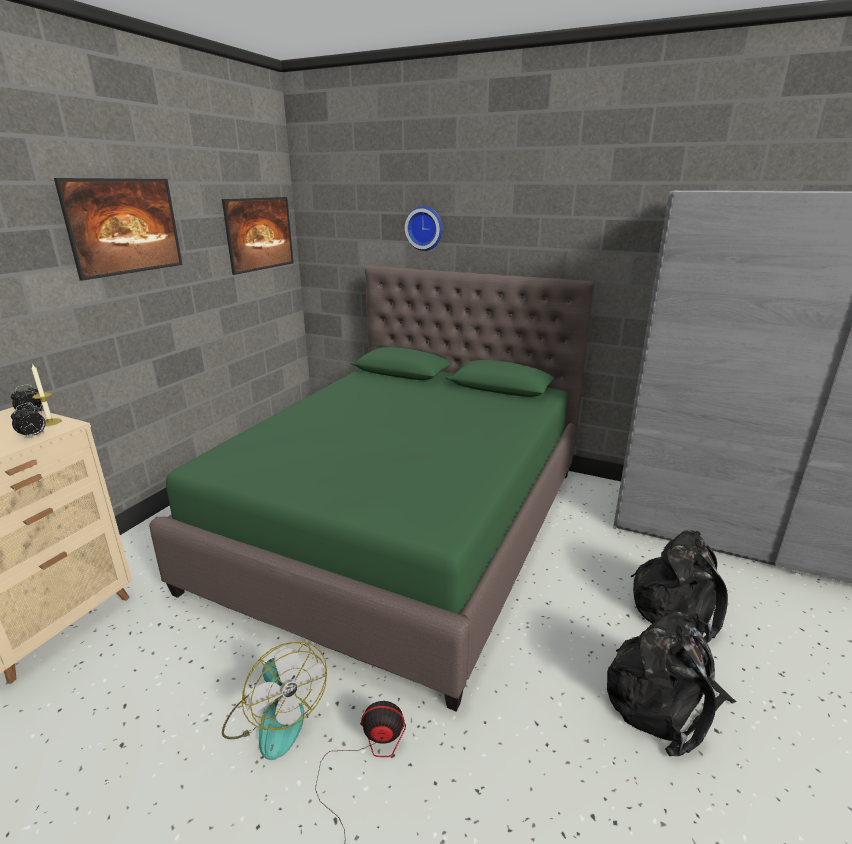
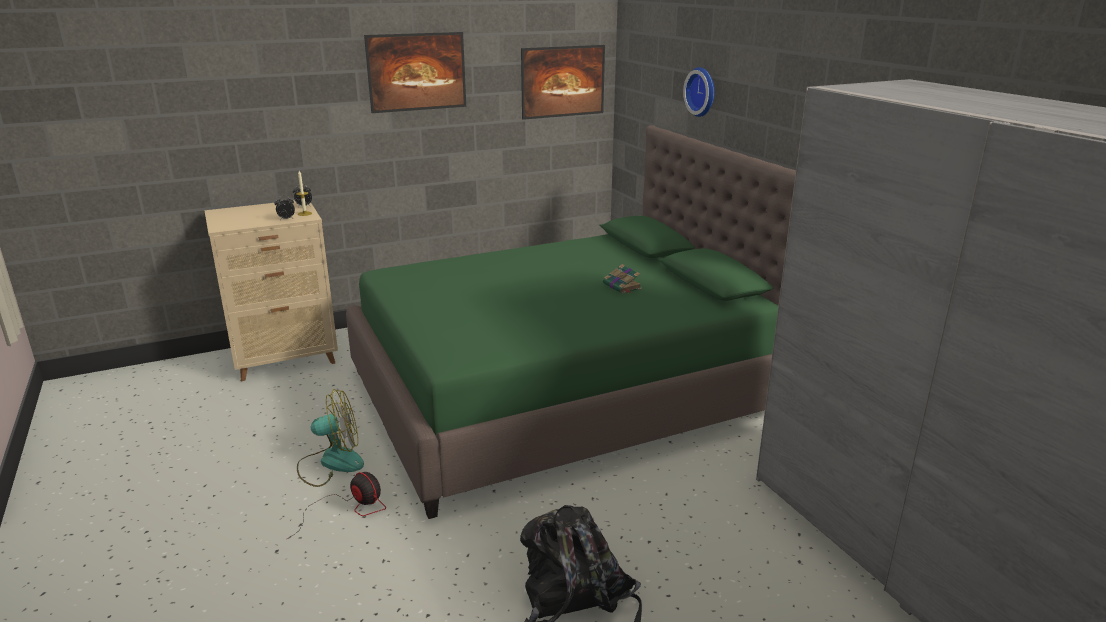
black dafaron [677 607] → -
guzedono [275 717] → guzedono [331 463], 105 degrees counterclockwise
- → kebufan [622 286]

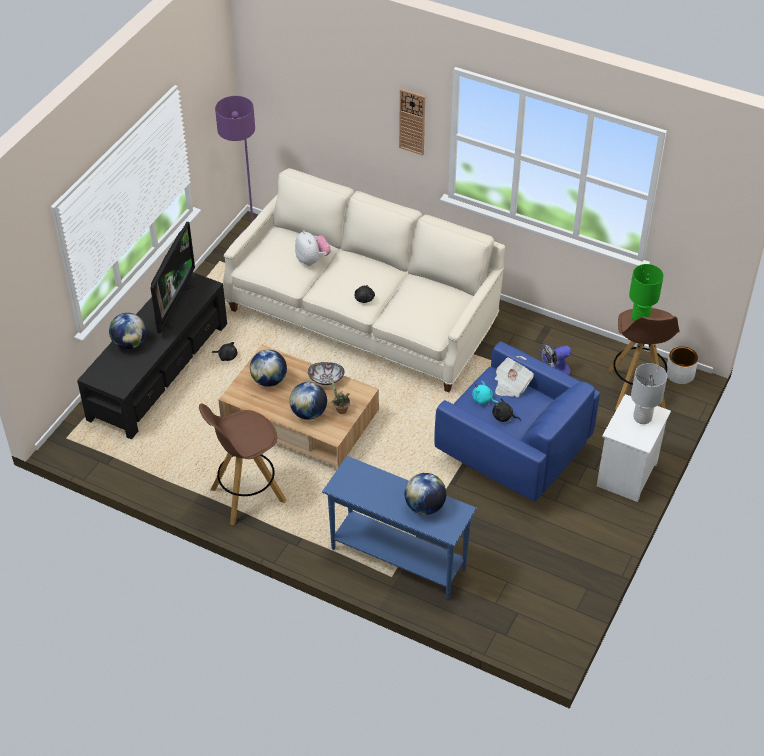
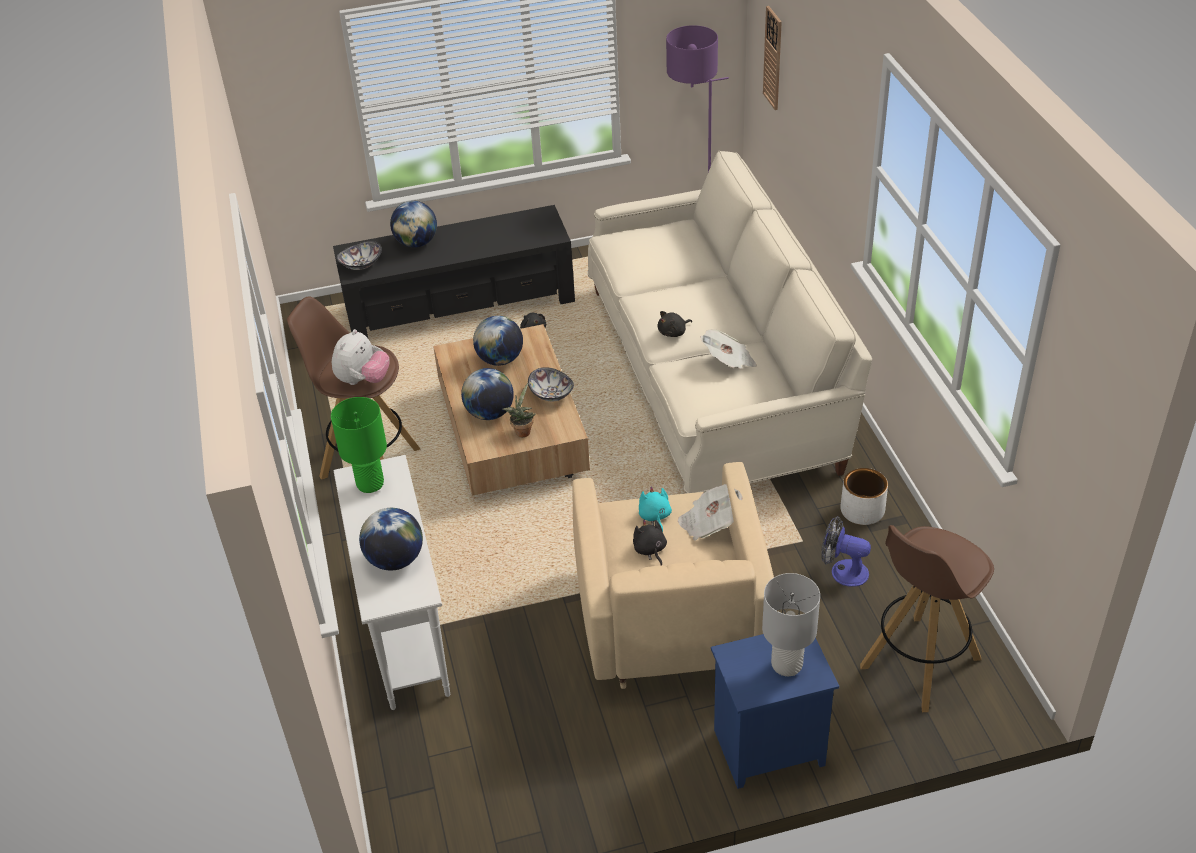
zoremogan [412 121] → zoremogan [773 58], move
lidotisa [173 305] → -
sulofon [312 260] → sulofon [363 380], move
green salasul [639 319] → green salasul [370 485], move
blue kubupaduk [513 453] → beige kubupaduk [671 620]
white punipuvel [680 374] → white punipuvel [862 510], move
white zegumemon [627 475] → blue zegumemon [768 749]
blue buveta [396 560] → white buveta [403 629]
- → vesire [361 264]
- → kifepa [729 361]

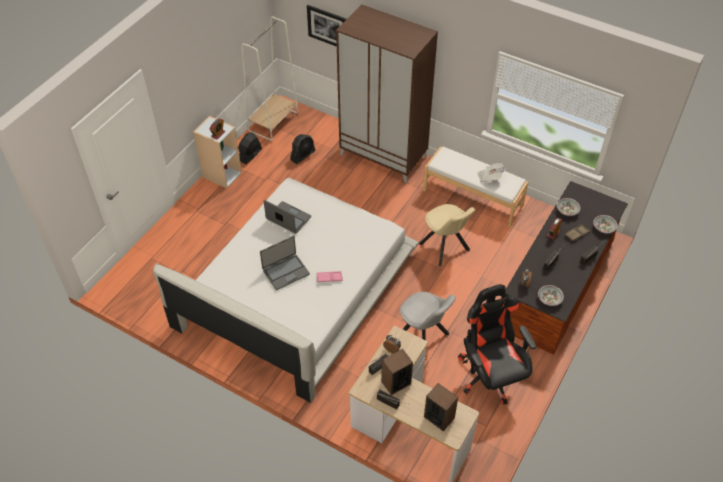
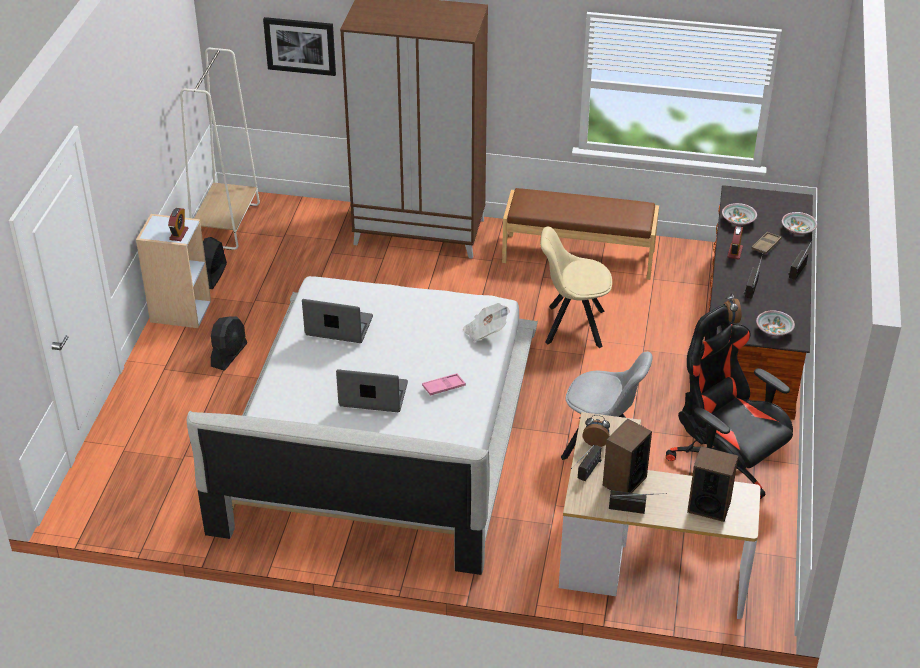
black guzedono [303 155] → black guzedono [229 355], move
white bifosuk [473 198] → brown bifosuk [578 255]
kifepa [490 177] → kifepa [485 331], move
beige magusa [445 247] → beige magusa [572 326], 150 degrees clockwise
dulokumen [285 272] → dulokumen [373 395], 120 degrees counterclockwise

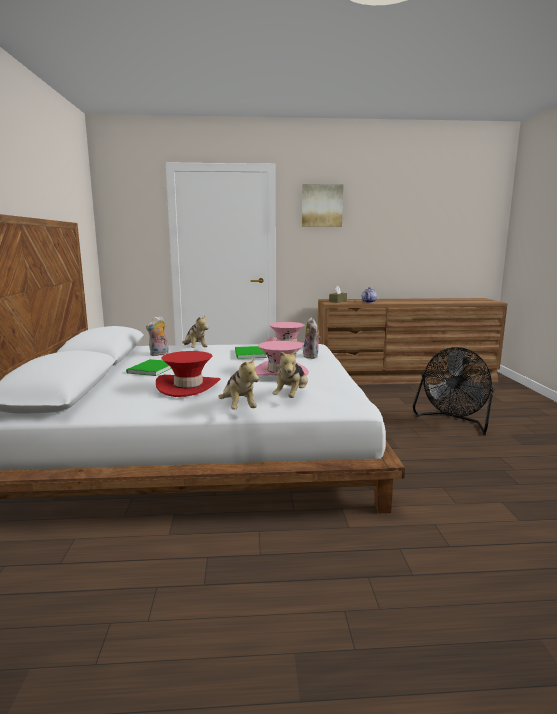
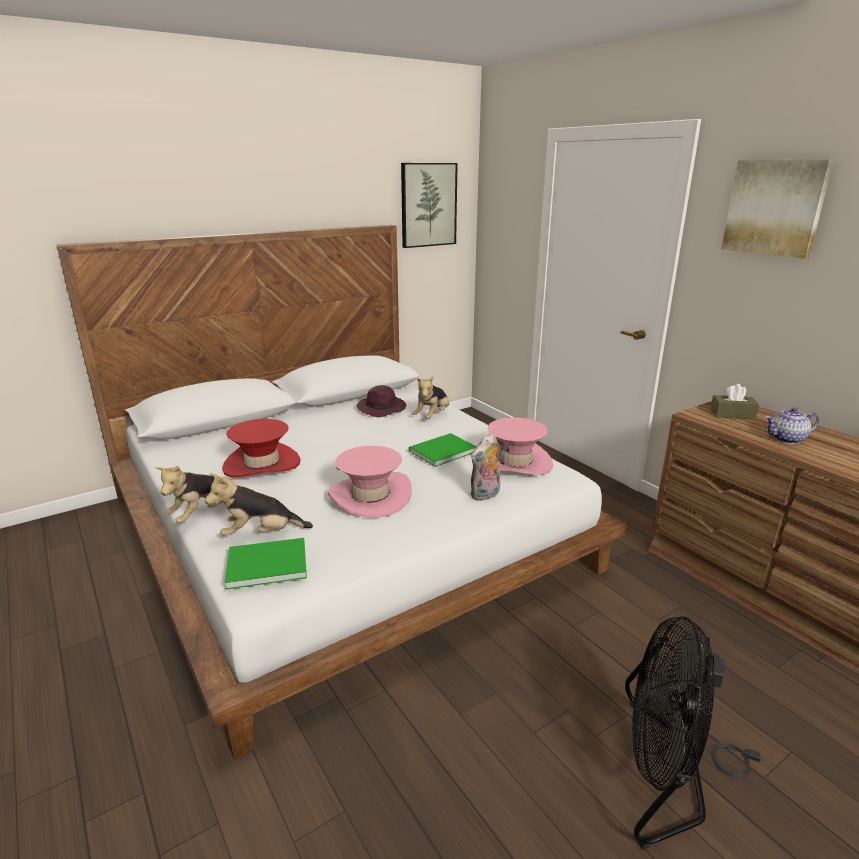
sulofon [159 354] → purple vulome [382 409]
green kebufan [151 369] → green kebufan [264 564], move
- → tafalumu [428 205]

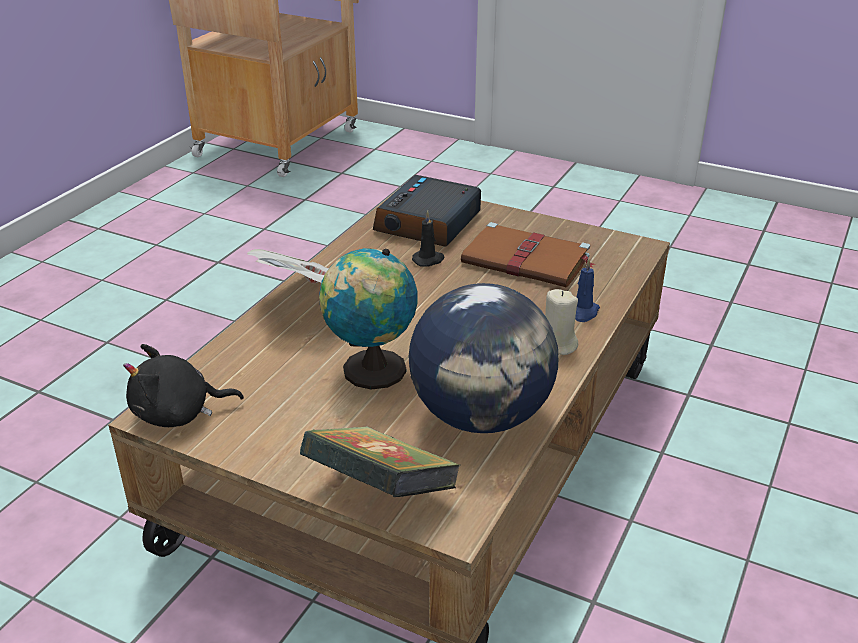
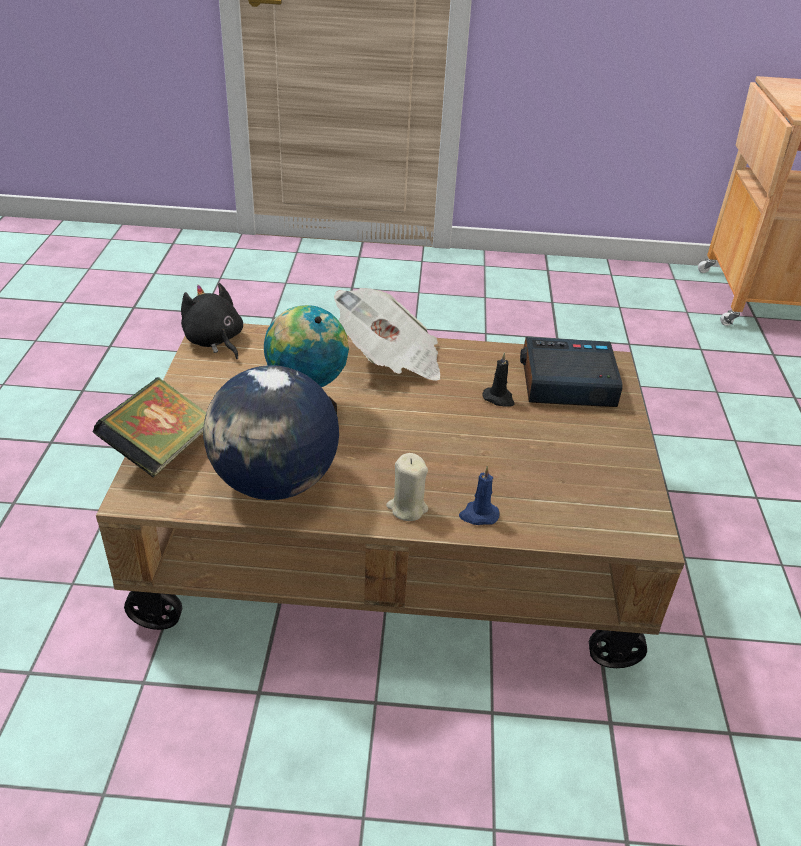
brown kebufan [528 260] → -

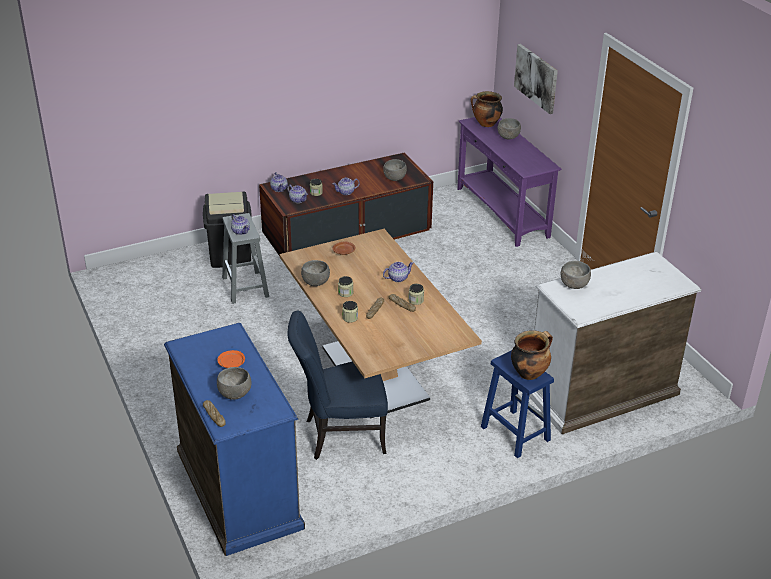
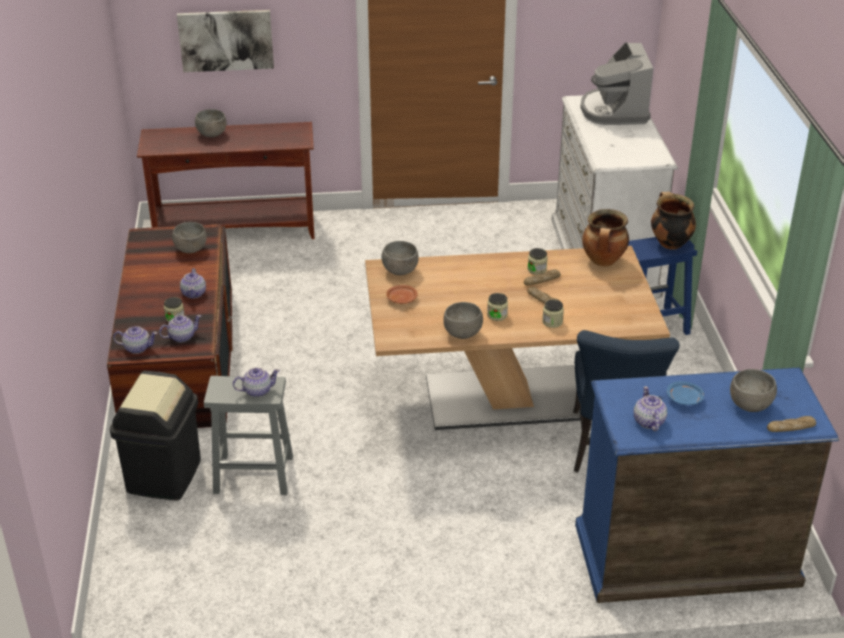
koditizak [486 124] → koditizak [603 261], move
purple buveta [503 213] → brown buveta [236 229]
grey vesire [573 285] → grey vesire [399 271], move
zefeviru [397 278] → zefeviru [648 422], move
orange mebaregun [231 363] → blue mebaregun [684 399]
- → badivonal [614 111]

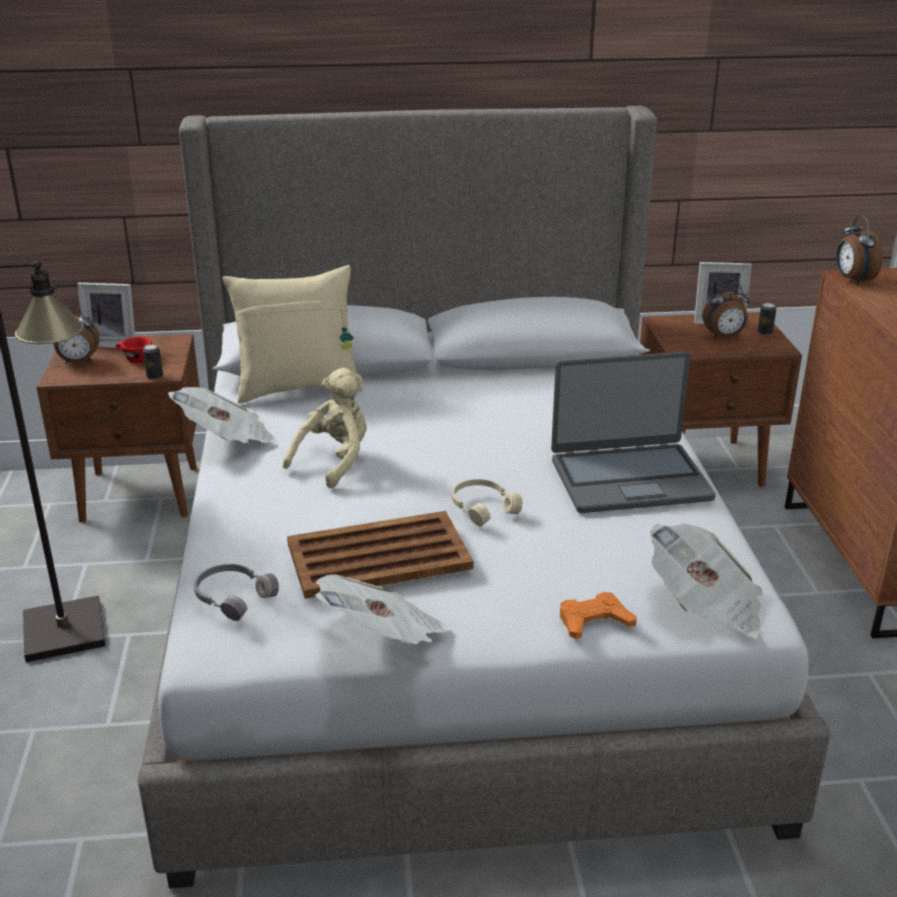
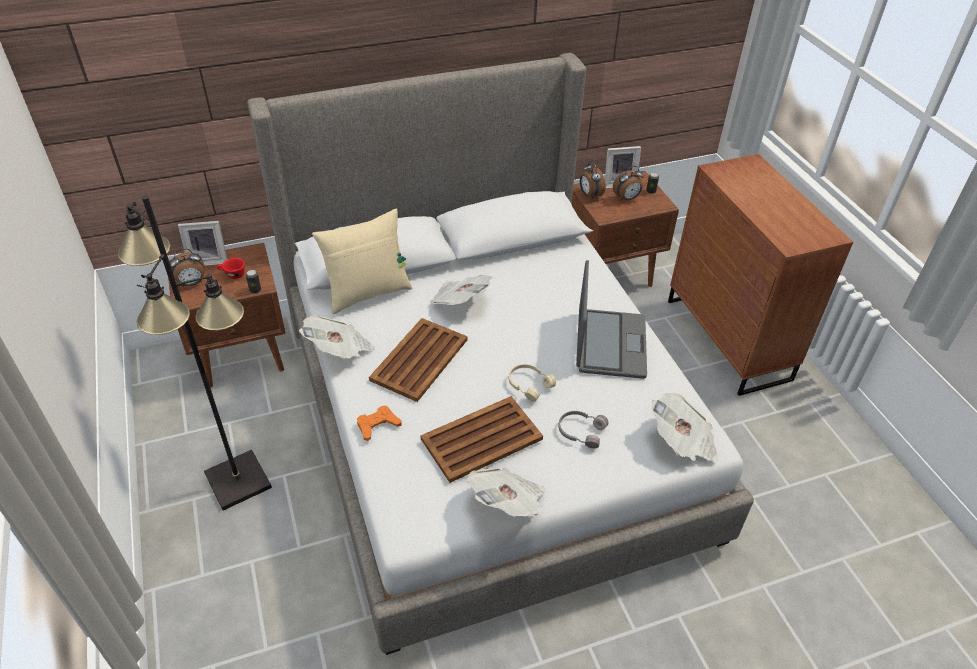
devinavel [852 280] → devinavel [589 195], move
dulokumen [629 479] → dulokumen [609 344], 60 degrees counterclockwise
beige sulofon [334 461] → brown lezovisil [420 359]
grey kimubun [233 597] → grey kimubun [580 431], move
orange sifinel [594 621] → orange sifinel [377 425], move
- → kifepa [460 302]

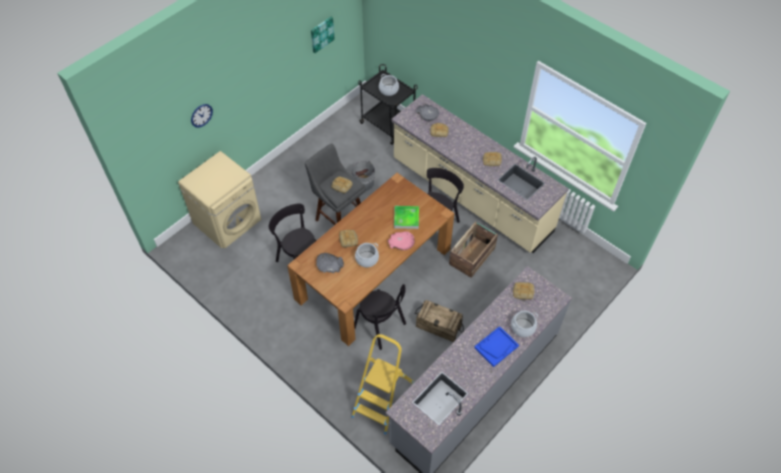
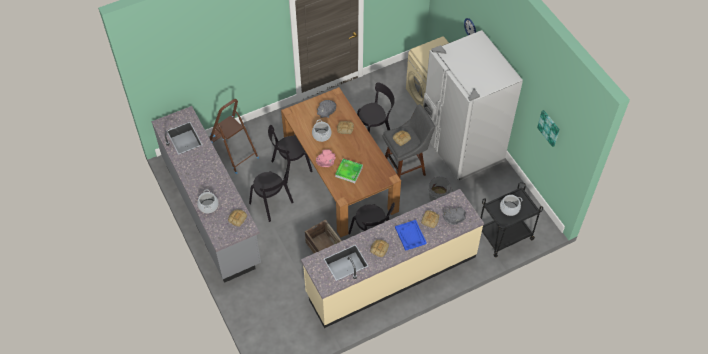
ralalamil [438 326] → black magusa [272 204]
blue lezovisil [496 347] → blue lezovisil [410 235], move
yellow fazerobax [382 399] → brown fazerobax [232 151]
- → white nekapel [462 147]

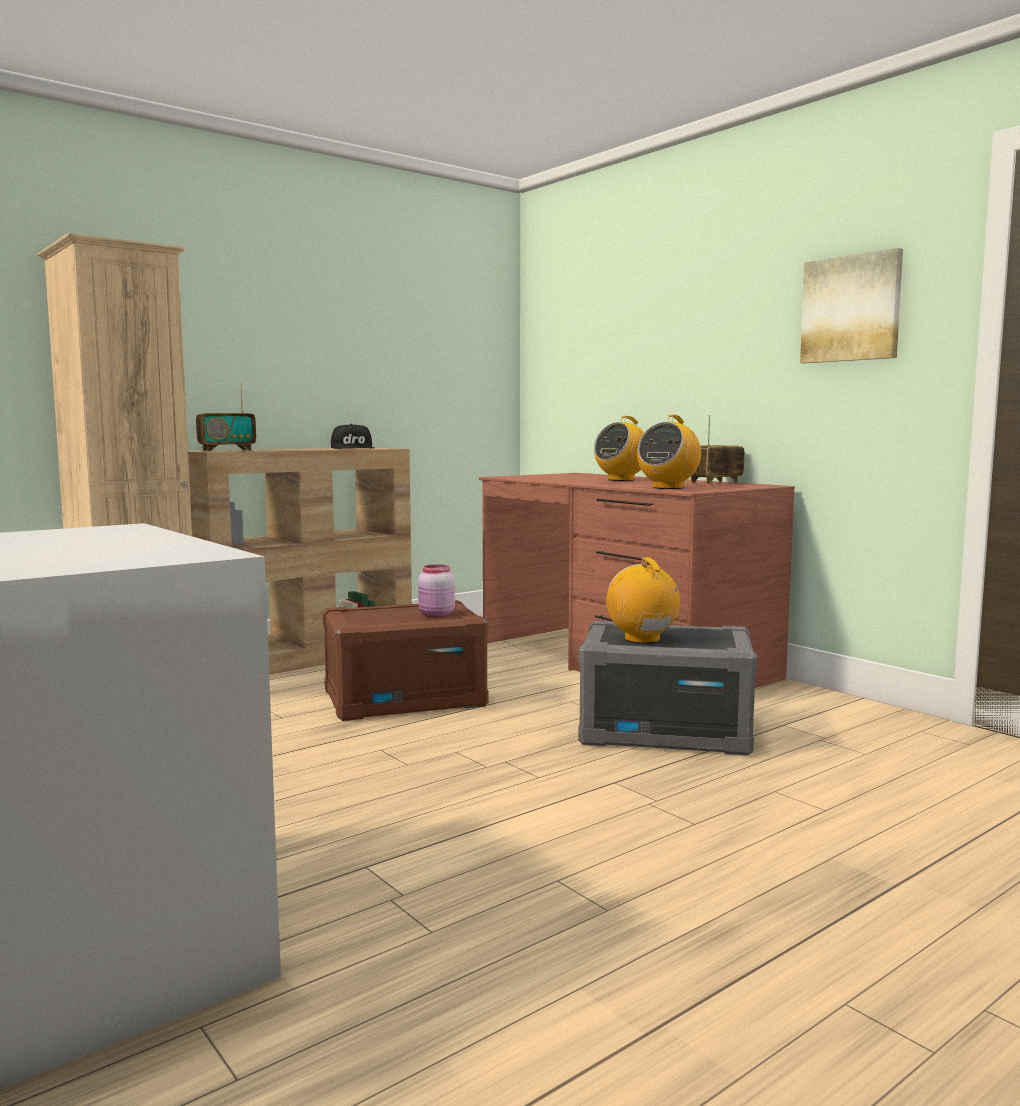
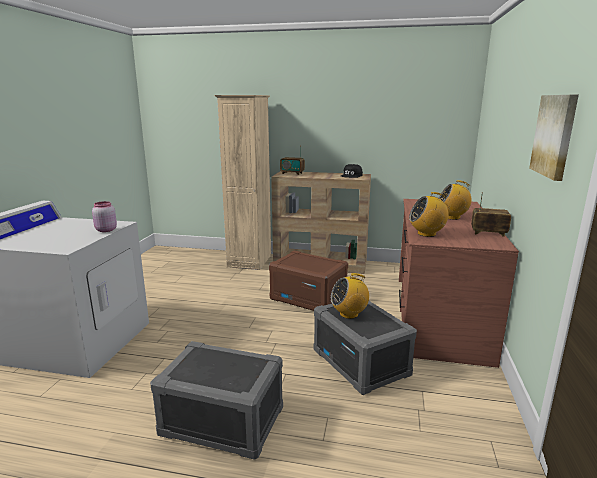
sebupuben [642 639] → sebupuben [349 314], 135 degrees counterclockwise
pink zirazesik [436 615] → pink zirazesik [105 230], move
- → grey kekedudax [221 422]

